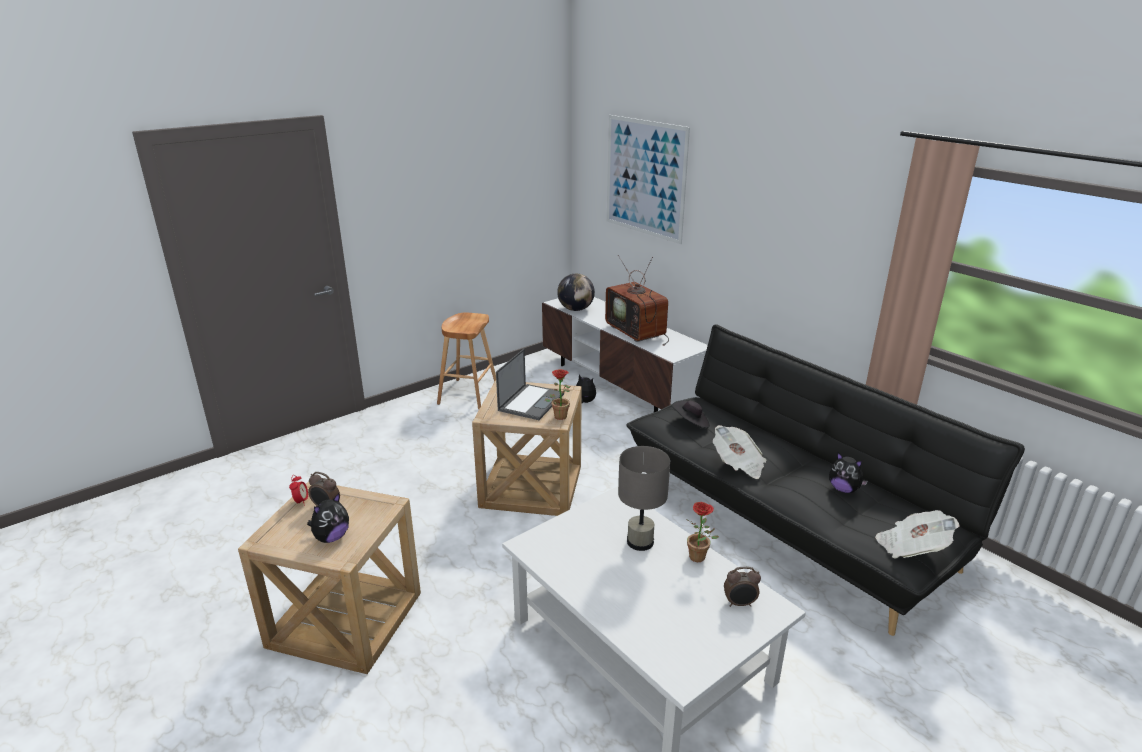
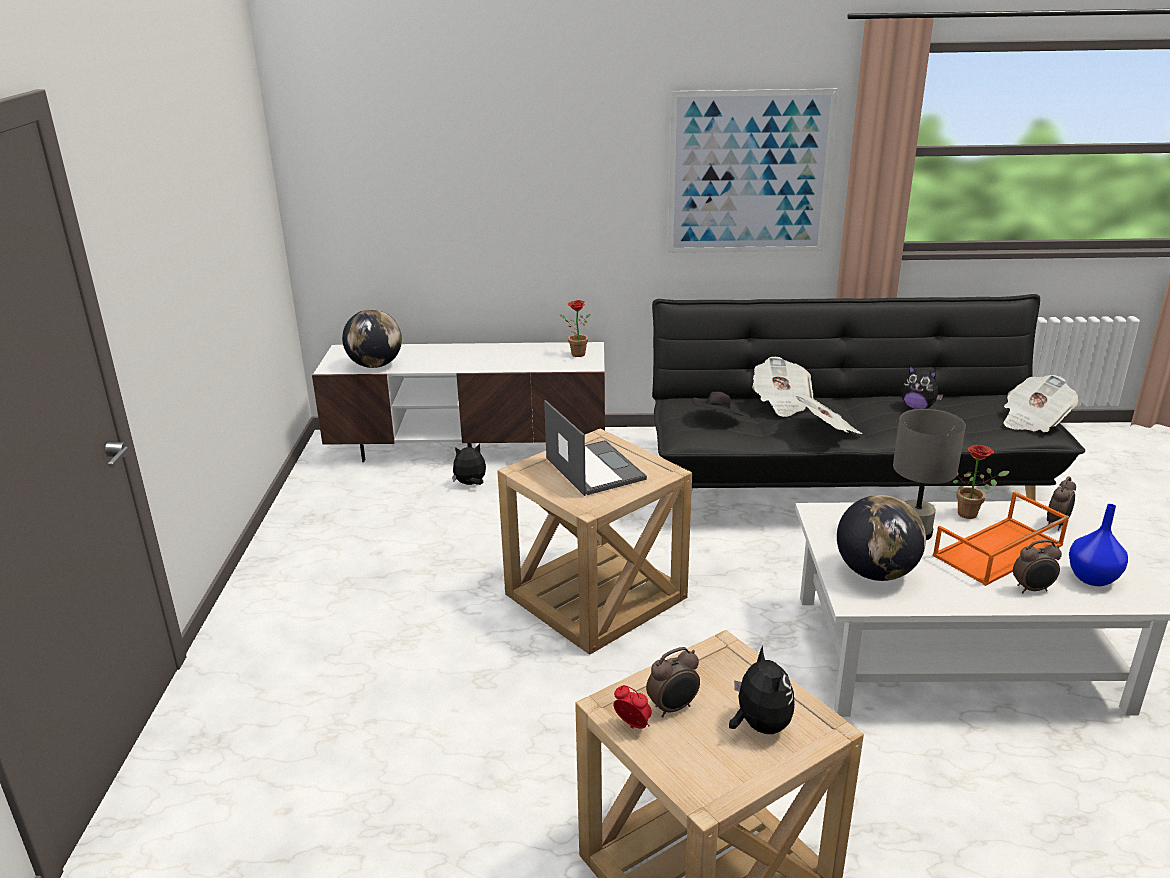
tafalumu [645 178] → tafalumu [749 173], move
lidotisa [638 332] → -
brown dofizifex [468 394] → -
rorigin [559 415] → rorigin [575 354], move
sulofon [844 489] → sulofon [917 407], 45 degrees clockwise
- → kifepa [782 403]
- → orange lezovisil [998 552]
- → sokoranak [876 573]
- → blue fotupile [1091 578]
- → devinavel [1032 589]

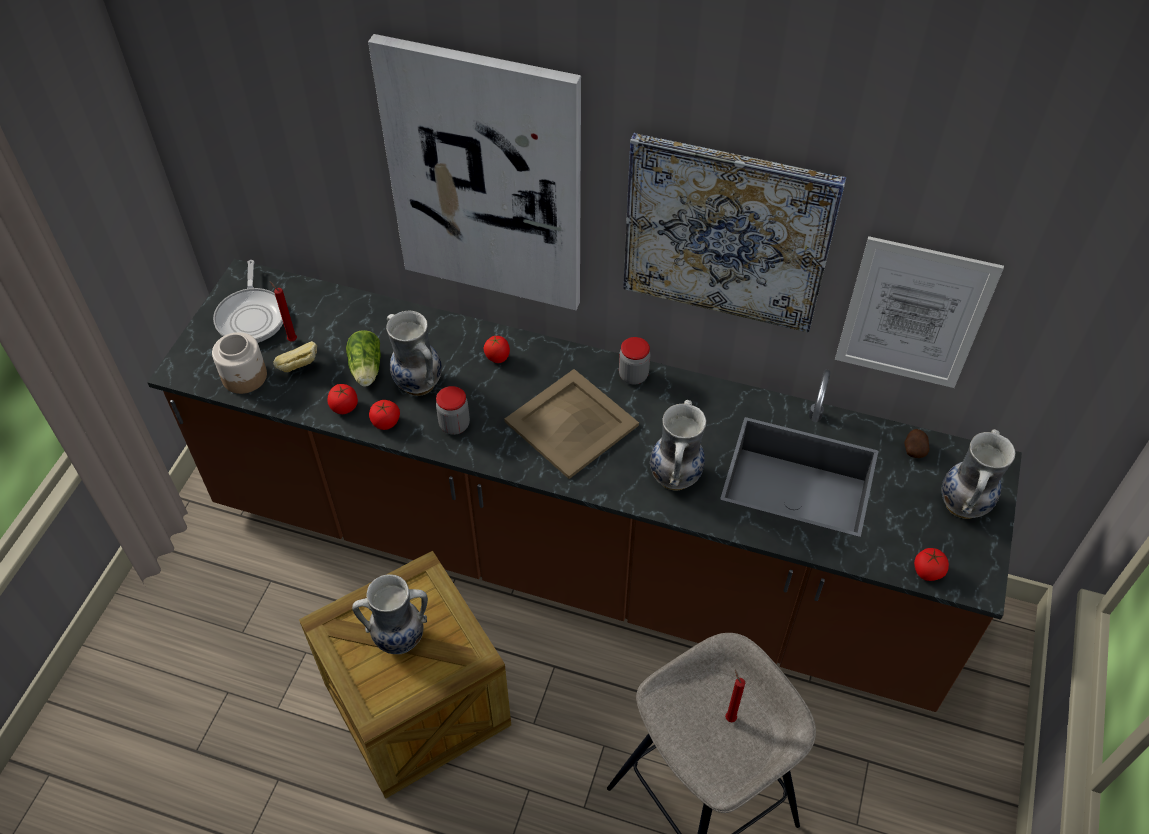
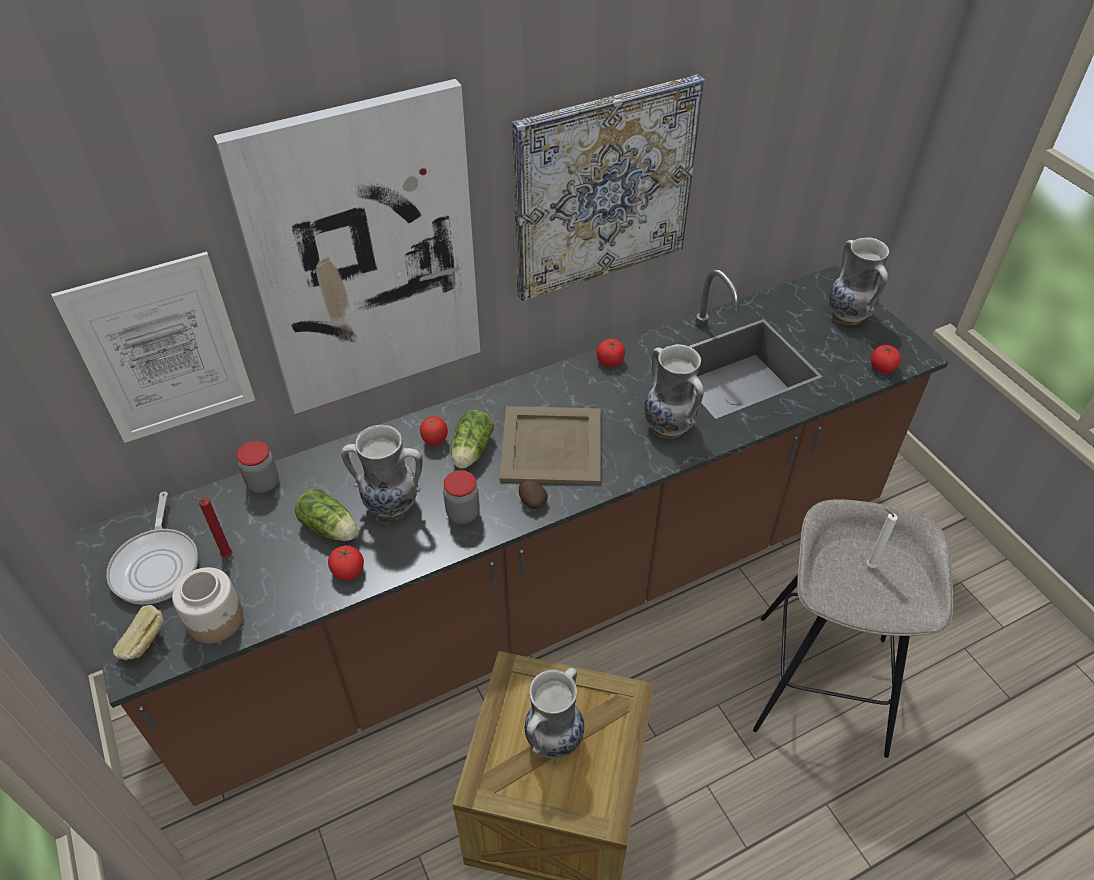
tafalumu [913 314] → tafalumu [162 350], move
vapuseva [252 316] → vapuseva [157 565], 45 degrees clockwise
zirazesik [633 375] → zirazesik [263 483], move
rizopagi [299 368] → rizopagi [146 644], move
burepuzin [386 422] → burepuzin [610 361], move
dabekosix [914 449] → dabekosix [532 501], move
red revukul [729 717] → white revukul [869 565]
- → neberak [470 452]

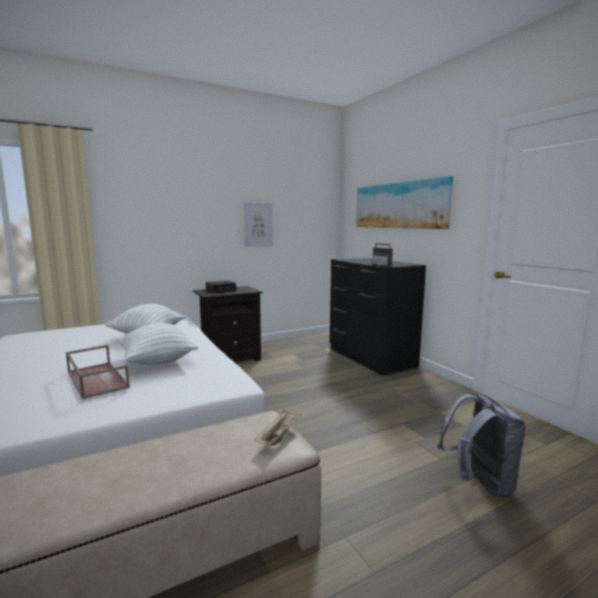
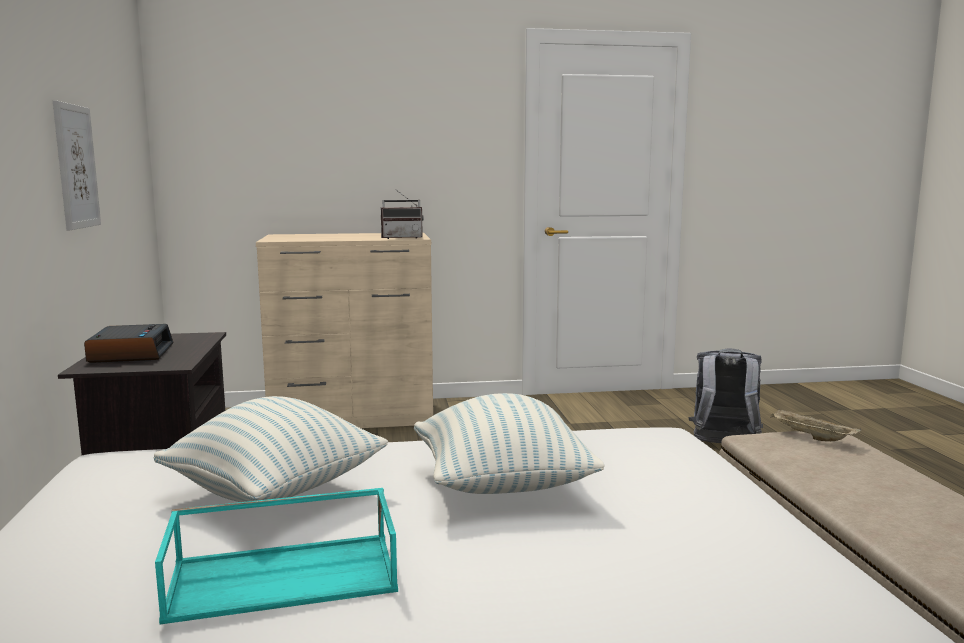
tafalumu [399 205] → -
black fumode [370 358] → beige fumode [353 416]
brown lezovisil [96 379] → -
- → turquoise lezovisil [286 575]

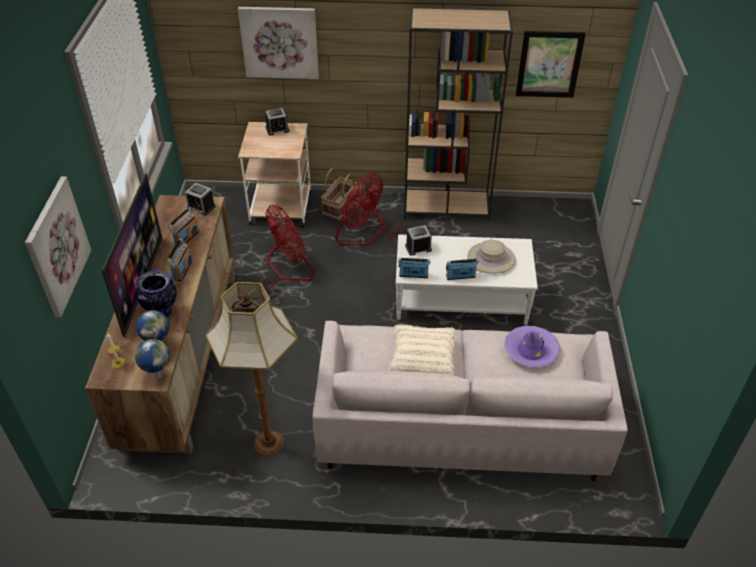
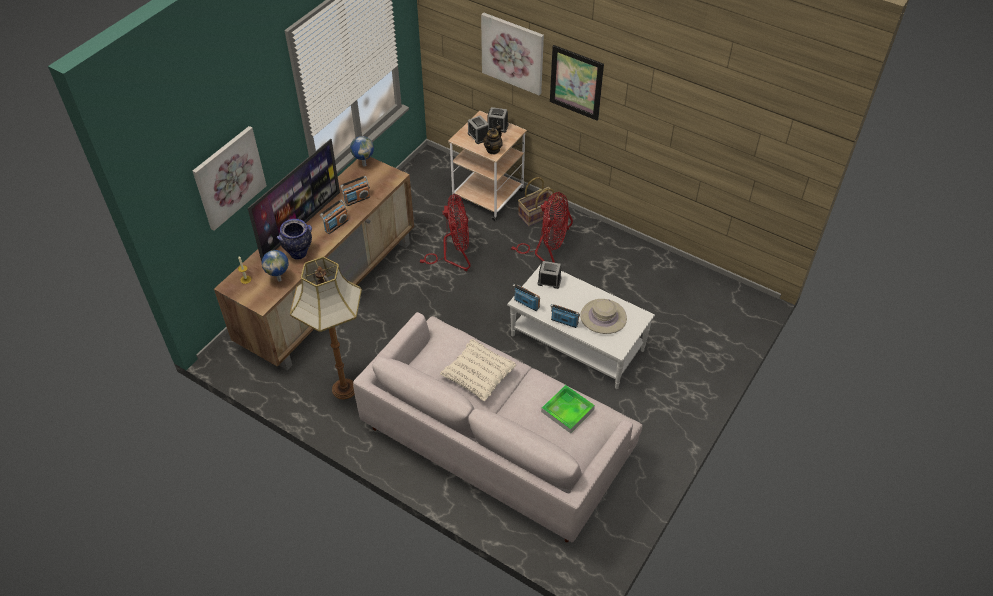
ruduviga [446 207] → -
tafalumu [549 64] → tafalumu [576 82], move
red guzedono [370 231] → red guzedono [547 247], 135 degrees clockwise
devinavel [201 207] → devinavel [478 136], move
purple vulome [531 351] → lezovisil [567 410]
sokoranak [158 376] → sokoranak [364 165], move
- → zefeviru [493 149]

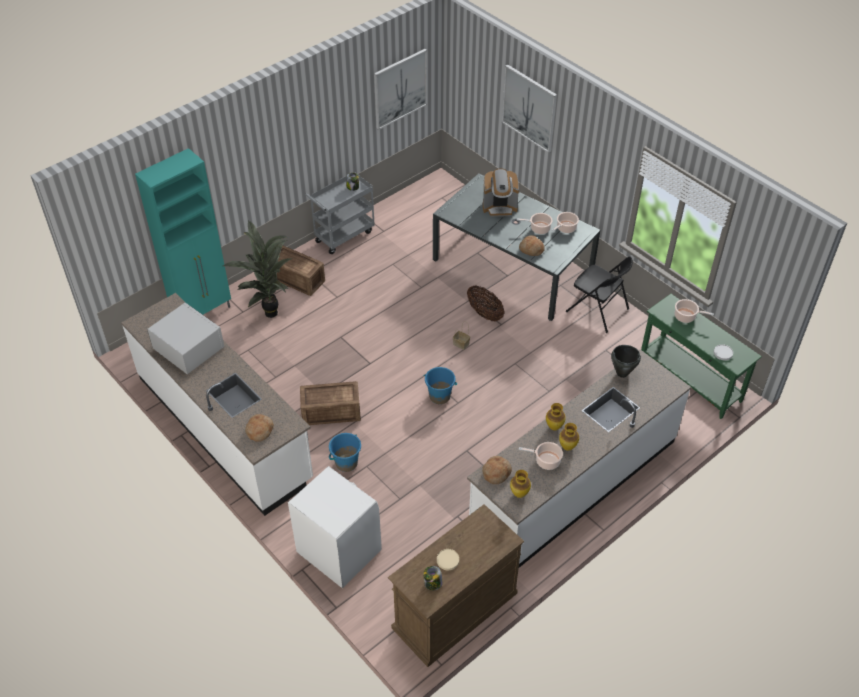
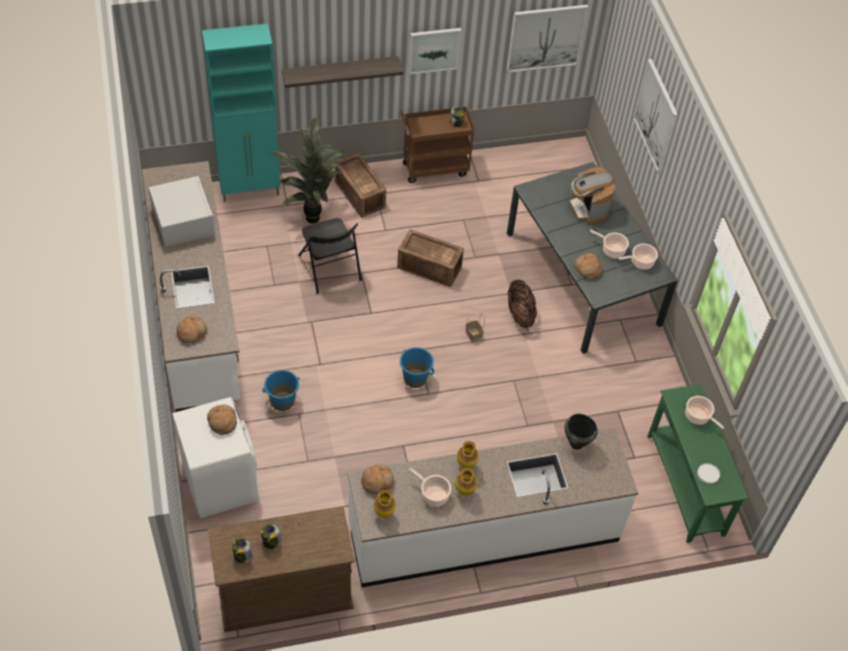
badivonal [499 207] → badivonal [588 209], 45 degrees clockwise
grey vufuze [343 238] → brown vufuze [433 170]
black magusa [597 310] → black magusa [329 268], move
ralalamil [330 411] → ralalamil [429 266], move
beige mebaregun [448 560] → zirazesik [271 542]
- → tafalumu [434 50]
- → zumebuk [340 71]
- → rizopagi [222 422]

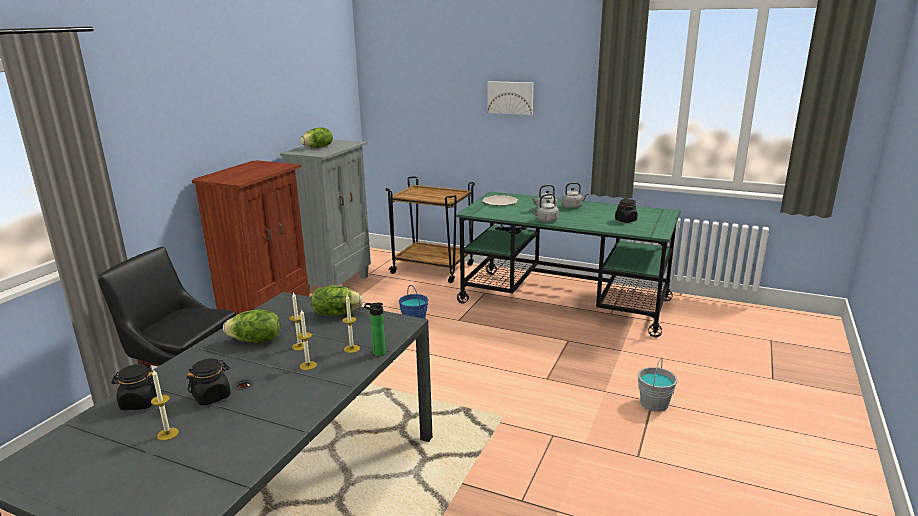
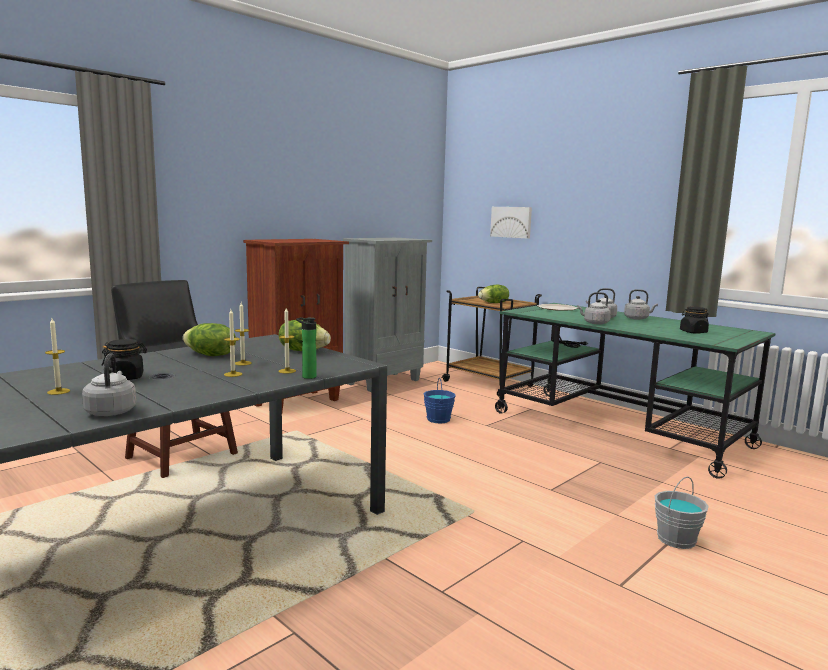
tafalumu [510 97] → tafalumu [511 222], move
neberak [318 147] → neberak [494 303], move
black zirazesik [140 402] → -
- → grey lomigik [111 411]

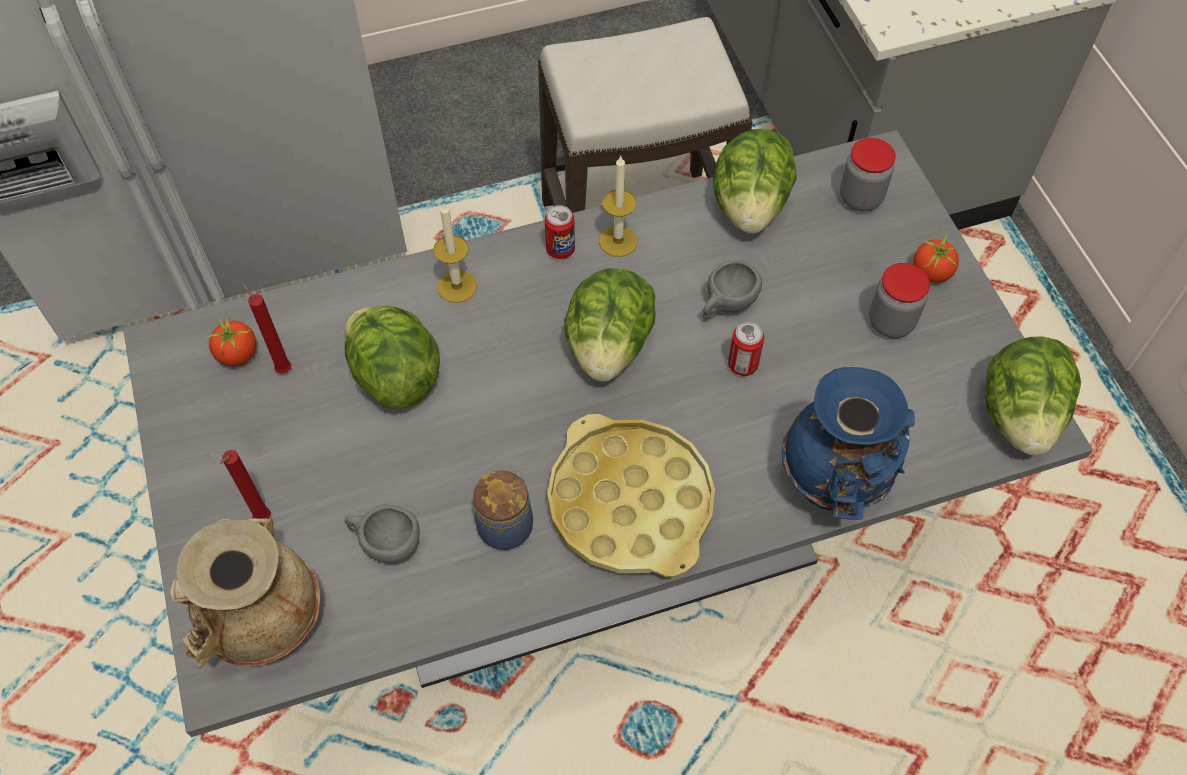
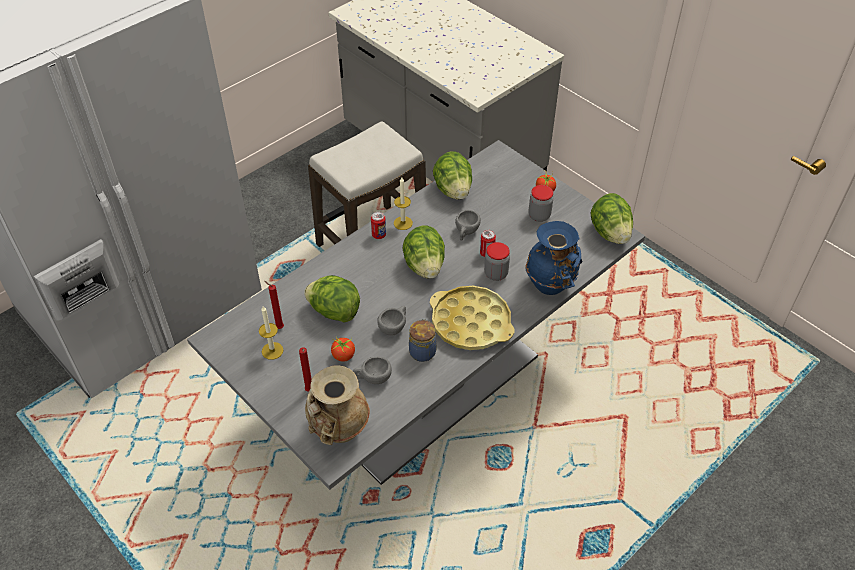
zirazesik [860 198] → zirazesik [496 274], move
revukul [457 286] → revukul [272 350], move
burepuzin [238 355] → burepuzin [344 356], move
- → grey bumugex [394 327]

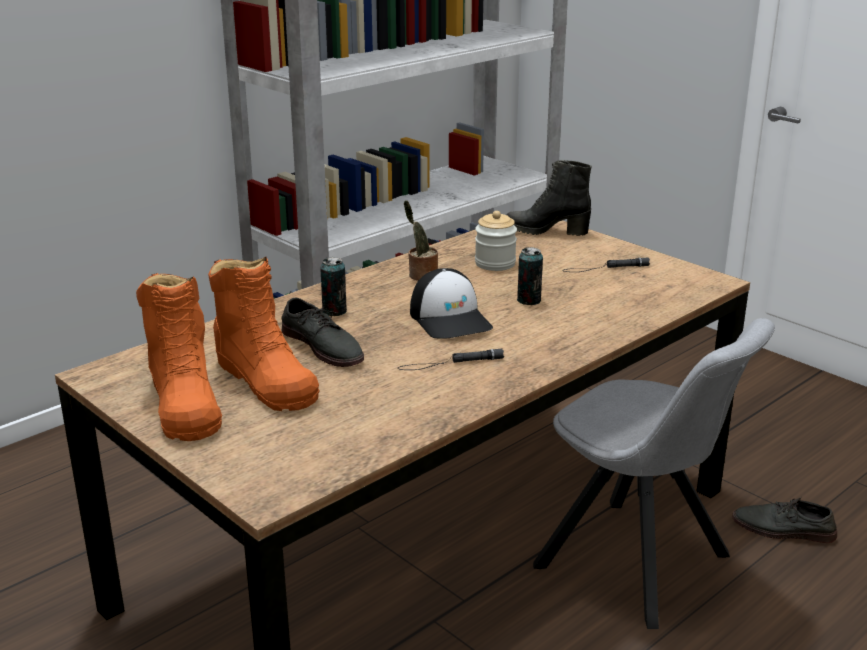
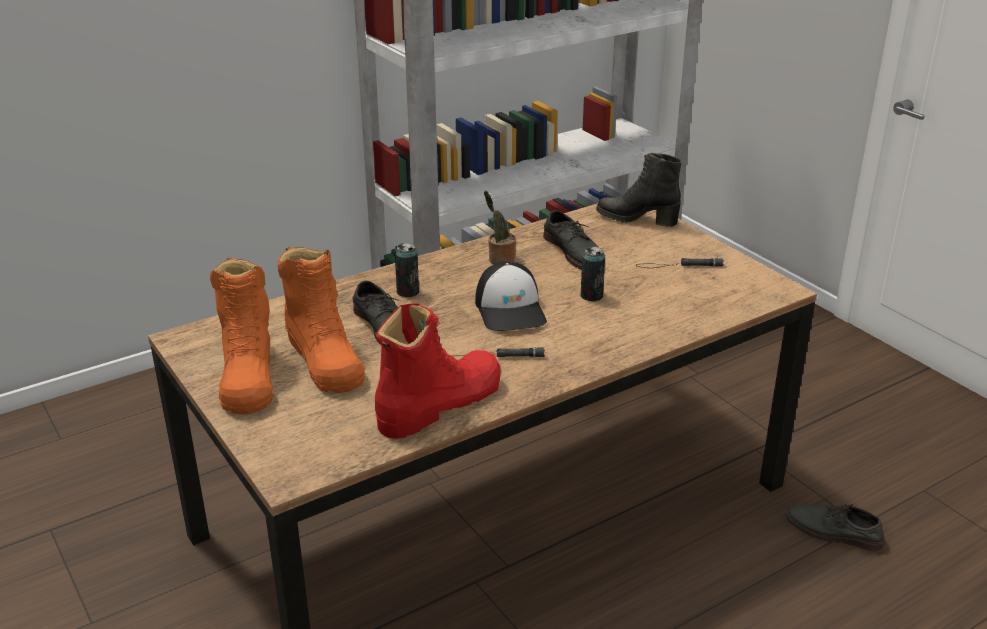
zirazesik [495 263] → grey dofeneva [574 252]
grey magusa [637 563] → -
- → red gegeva [439 404]

